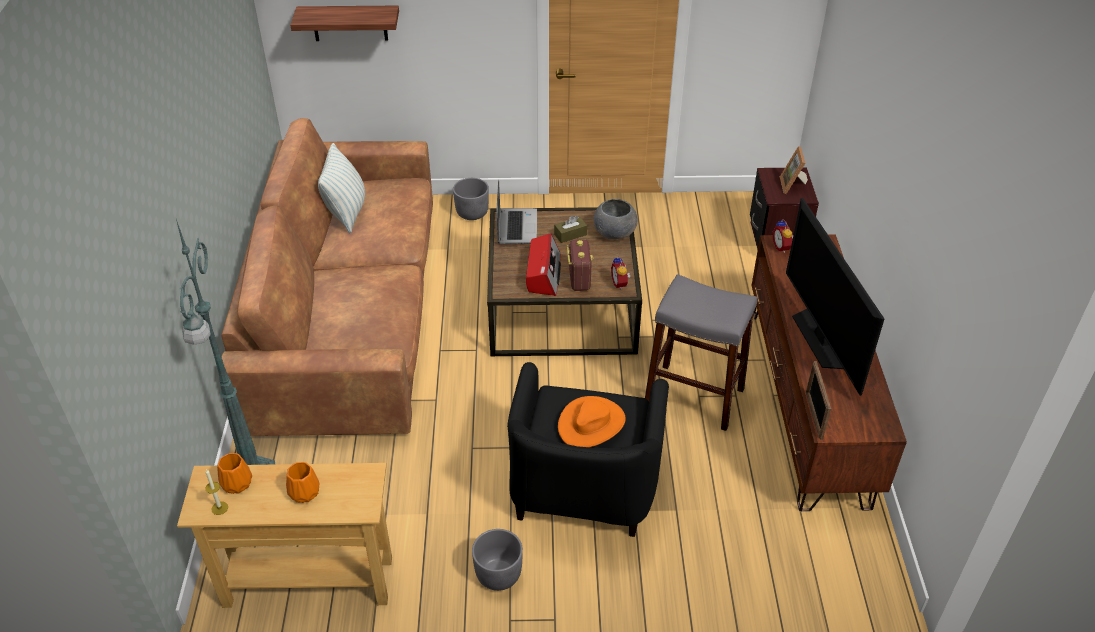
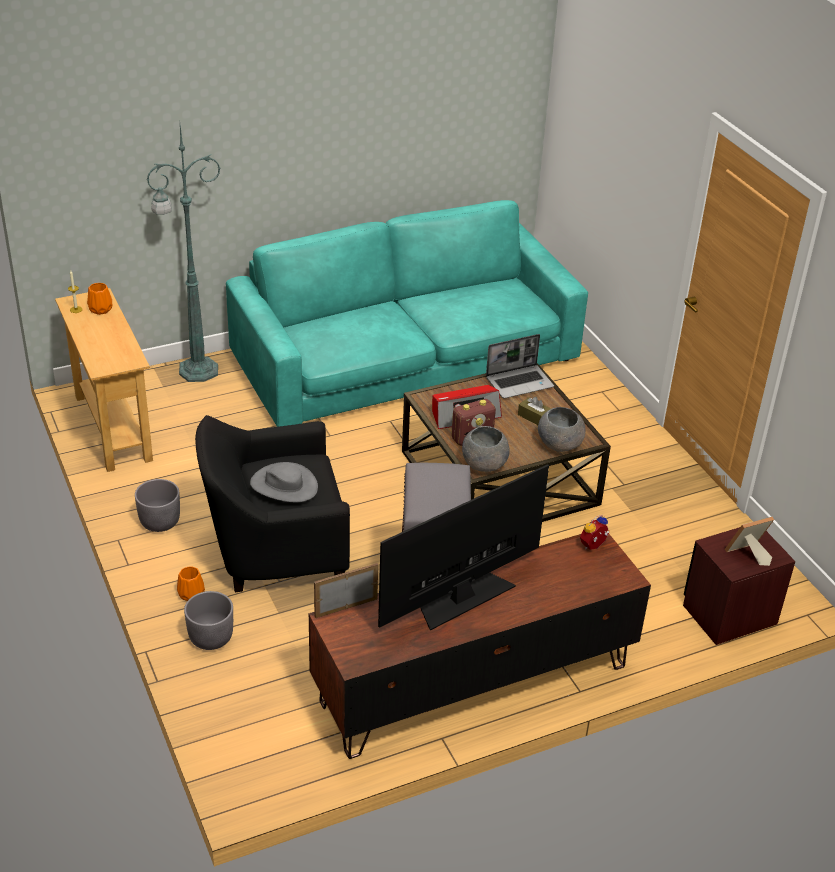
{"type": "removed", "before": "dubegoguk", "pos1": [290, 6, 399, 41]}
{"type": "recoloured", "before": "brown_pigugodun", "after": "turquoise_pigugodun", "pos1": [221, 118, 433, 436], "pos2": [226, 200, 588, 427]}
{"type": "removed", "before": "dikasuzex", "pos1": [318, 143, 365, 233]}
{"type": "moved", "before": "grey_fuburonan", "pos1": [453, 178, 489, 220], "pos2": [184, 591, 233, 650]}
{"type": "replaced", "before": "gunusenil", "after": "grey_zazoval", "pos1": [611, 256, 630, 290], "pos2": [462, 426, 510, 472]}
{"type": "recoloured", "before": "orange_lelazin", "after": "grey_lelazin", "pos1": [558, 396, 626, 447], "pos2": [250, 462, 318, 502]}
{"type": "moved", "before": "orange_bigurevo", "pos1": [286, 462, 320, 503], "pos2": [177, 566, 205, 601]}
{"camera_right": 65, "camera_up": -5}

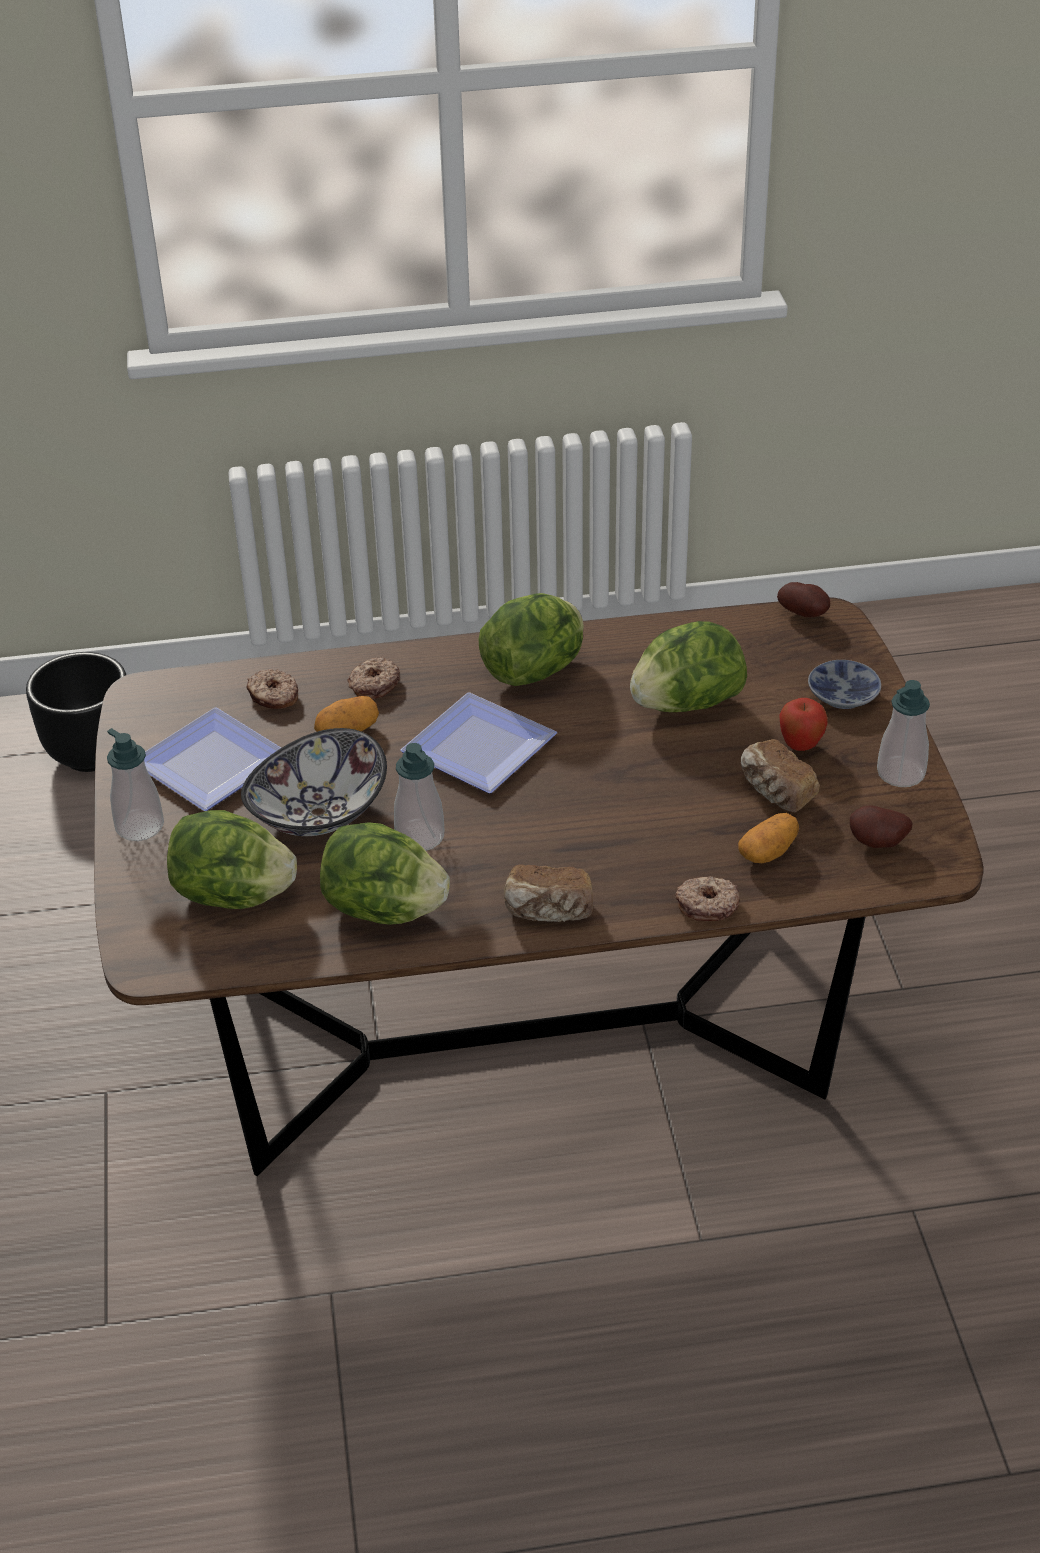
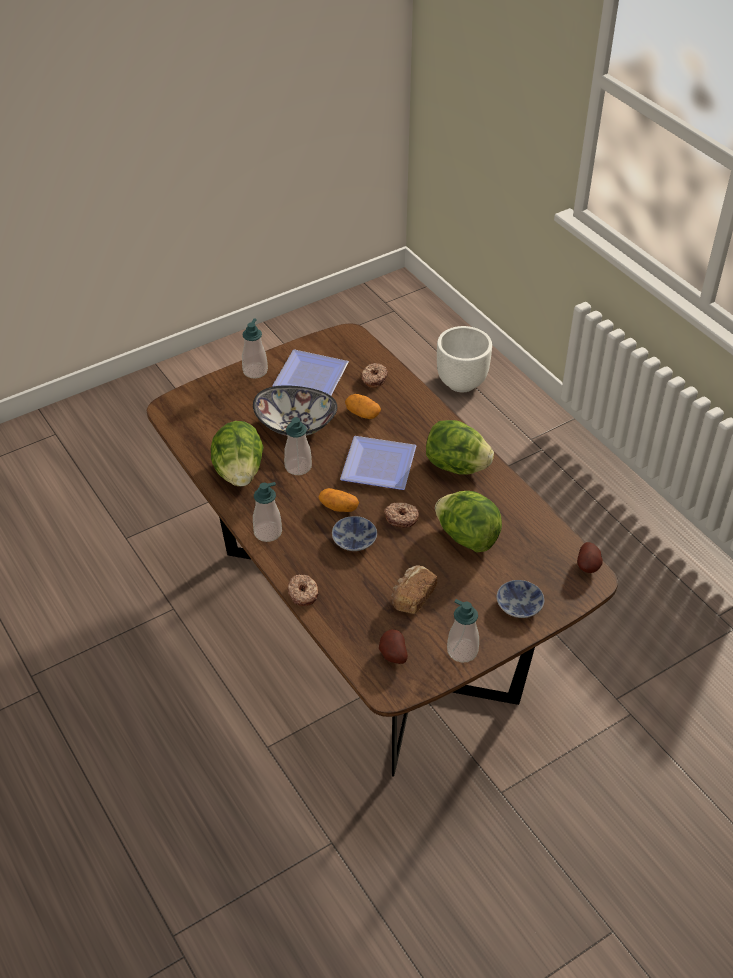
{"type": "recoloured", "before": "black_fuburonan", "after": "white_fuburonan", "pos1": [26, 652, 126, 772], "pos2": [437, 326, 492, 392]}
{"type": "moved", "before": "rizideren", "pos1": [348, 657, 400, 699], "pos2": [384, 502, 419, 528]}
{"type": "removed", "before": "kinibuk", "pos1": [780, 698, 828, 751]}
{"type": "removed", "before": "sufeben", "pos1": [167, 810, 297, 909]}
{"type": "moved", "before": "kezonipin", "pos1": [738, 813, 799, 863], "pos2": [319, 488, 359, 512]}
{"type": "replaced", "before": "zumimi", "after": "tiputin", "pos1": [504, 864, 593, 922], "pos2": [253, 482, 282, 542]}
{"type": "added", "after": "zazoval", "pos2": [332, 516, 377, 551]}
{"camera_right": 65, "camera_up": 5}

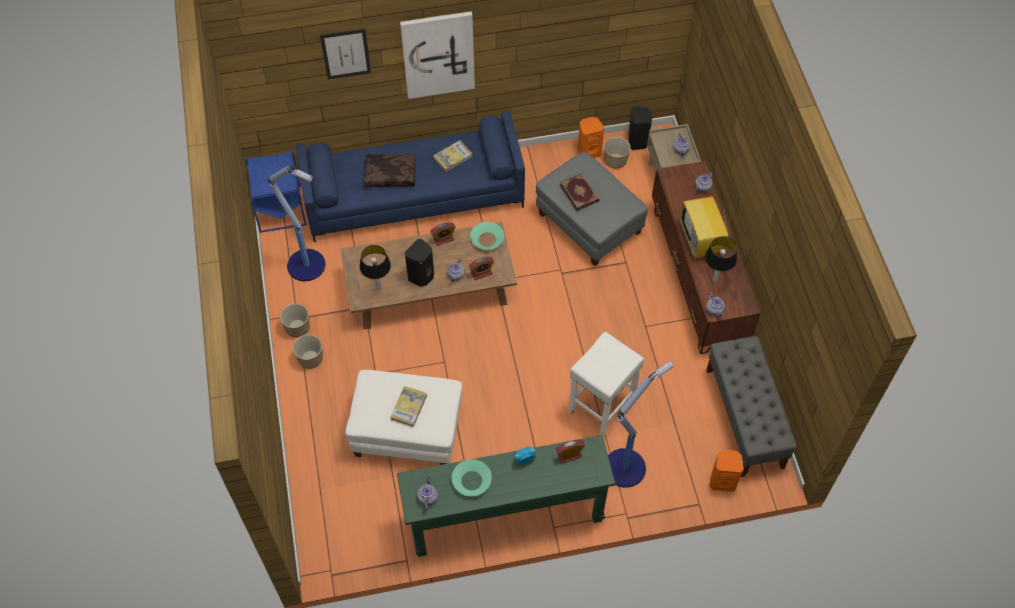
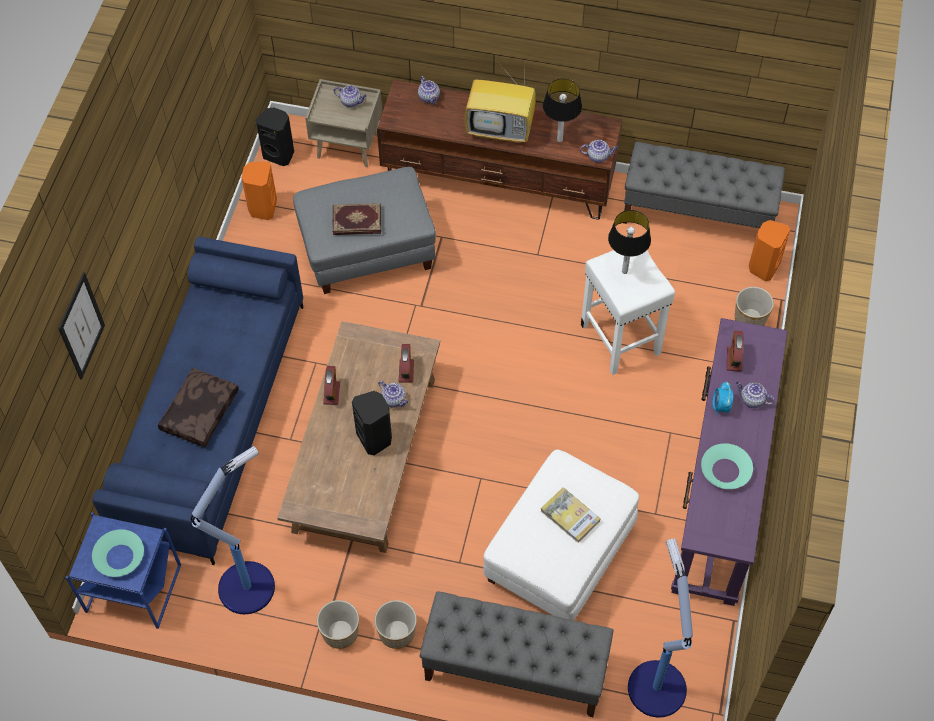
{"type": "removed", "before": "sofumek", "pos1": [400, 11, 475, 99]}
{"type": "moved", "before": "fuburonan", "pos1": [604, 137, 631, 169], "pos2": [735, 287, 774, 326]}
{"type": "removed", "before": "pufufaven", "pos1": [433, 140, 473, 172]}
{"type": "moved", "before": "turquoise_zazoval", "pos1": [470, 222, 504, 250], "pos2": [92, 529, 144, 577]}
{"type": "moved", "before": "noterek", "pos1": [360, 245, 391, 290], "pos2": [608, 210, 651, 274]}
{"type": "moved", "before": "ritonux", "pos1": [608, 361, 674, 488], "pos2": [628, 539, 693, 717]}
{"type": "recoloured", "before": "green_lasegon", "after": "purple_lasegon", "pos1": [397, 435, 615, 557], "pos2": [671, 318, 787, 606]}
{"type": "moved", "before": "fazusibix", "pos1": [417, 477, 438, 511], "pos2": [736, 382, 775, 408]}
{"type": "added", "after": "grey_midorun", "pos2": [420, 591, 614, 717]}
{"camera_right": -65, "camera_up": 0}

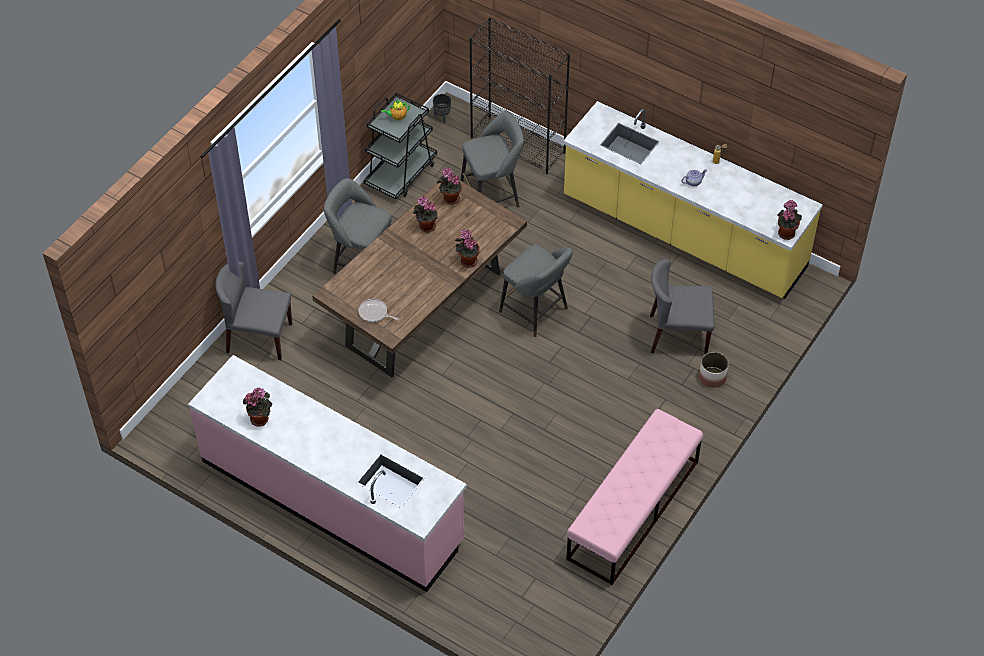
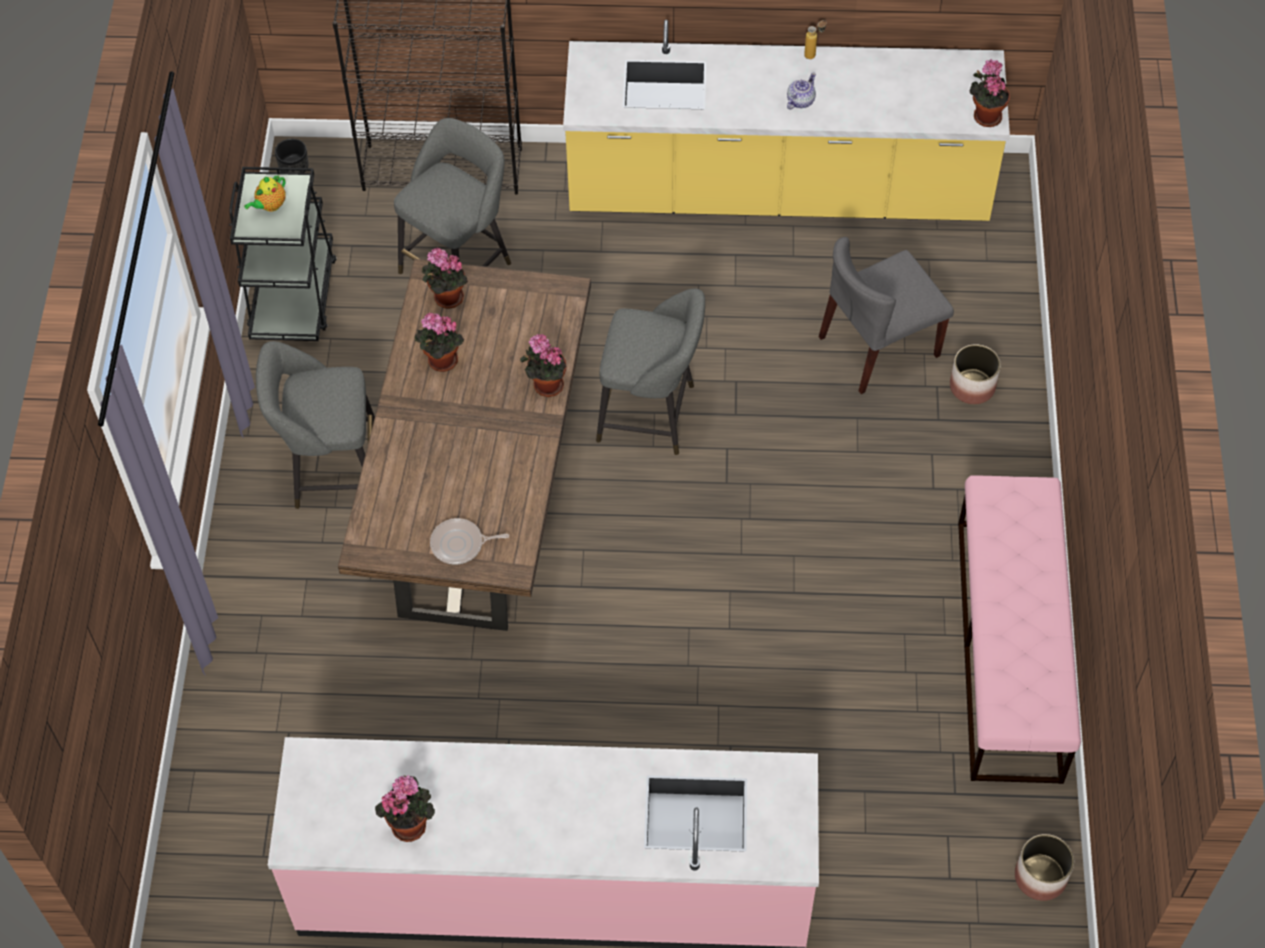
{"type": "removed", "before": "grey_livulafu", "pos1": [215, 262, 292, 360]}
{"type": "added", "after": "fuburonan", "pos2": [1015, 834, 1074, 901]}
{"camera_right": -30, "camera_up": 5}

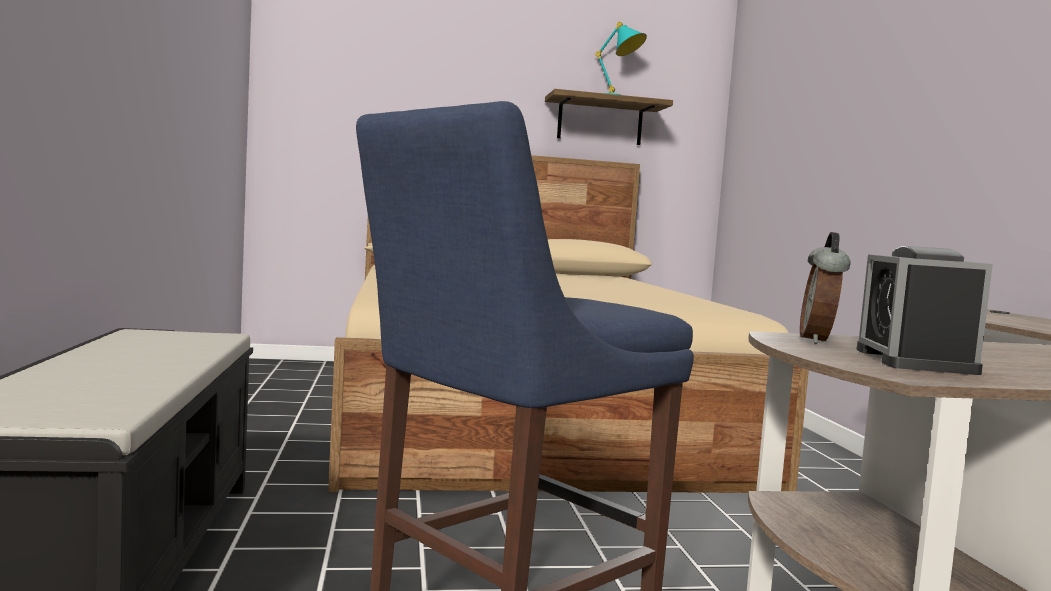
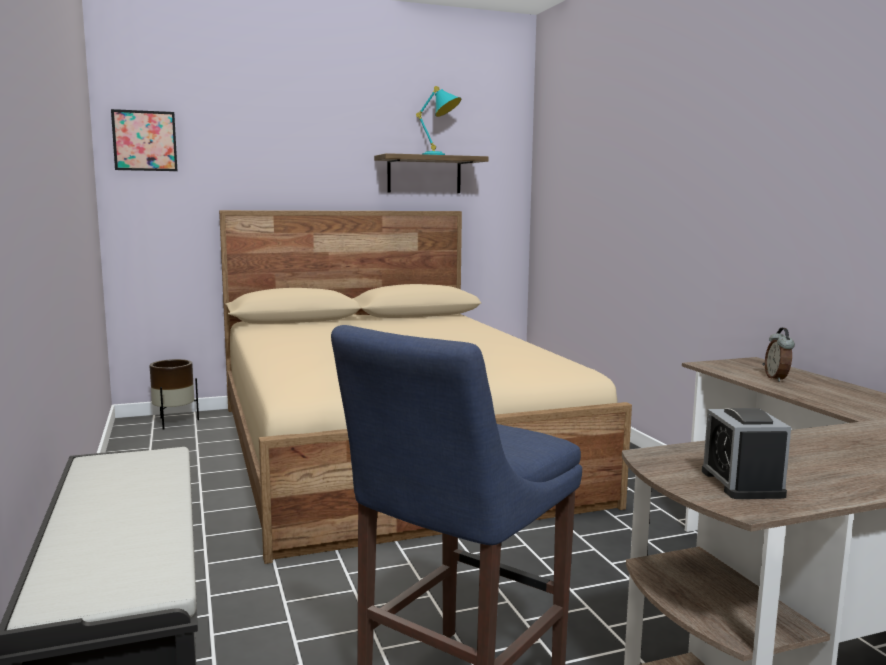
{"type": "moved", "before": "gunusenil", "pos1": [800, 232, 850, 344], "pos2": [765, 328, 795, 382]}
{"type": "added", "after": "sofumek", "pos2": [111, 109, 177, 171]}
{"type": "added", "after": "brown_fuburonan", "pos2": [150, 359, 199, 430]}
{"camera_right": -10, "camera_up": 5}

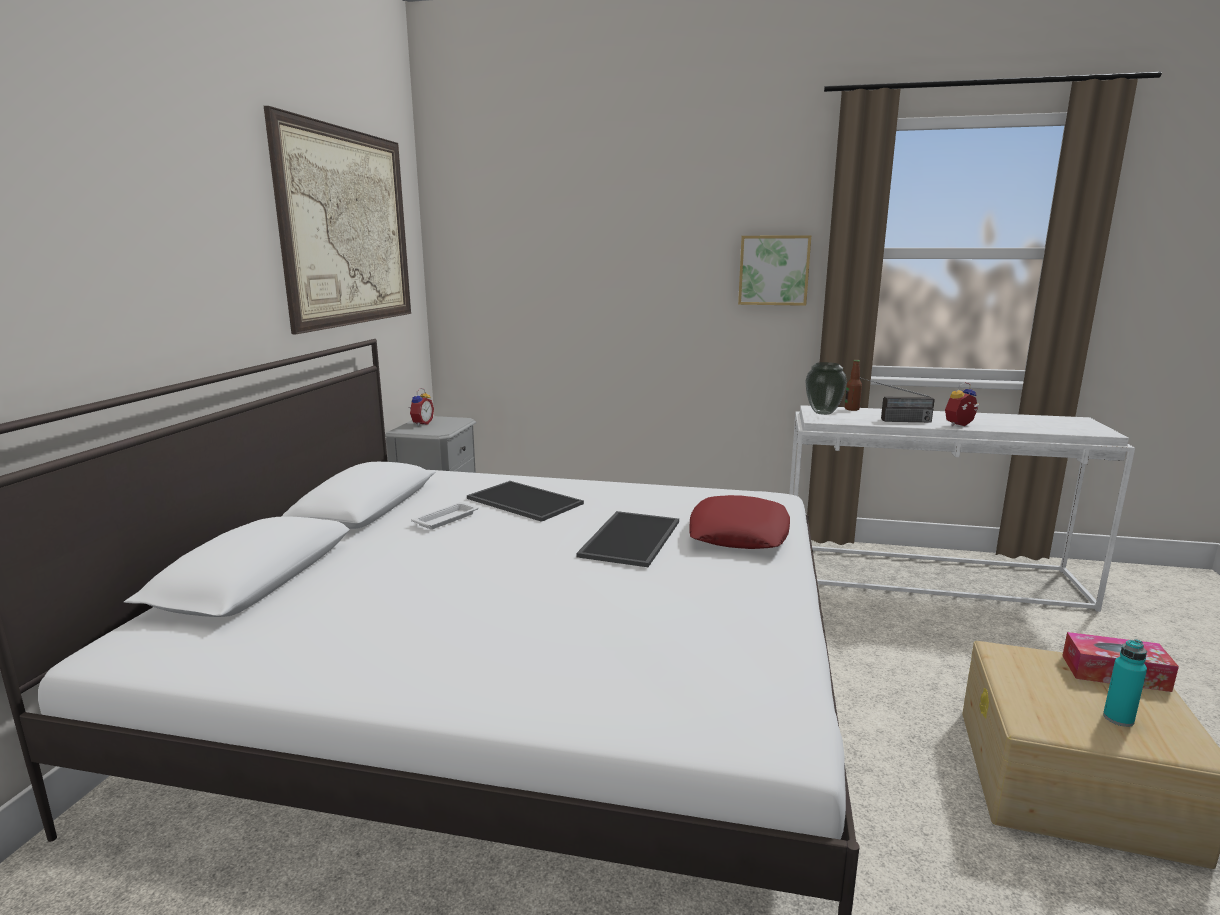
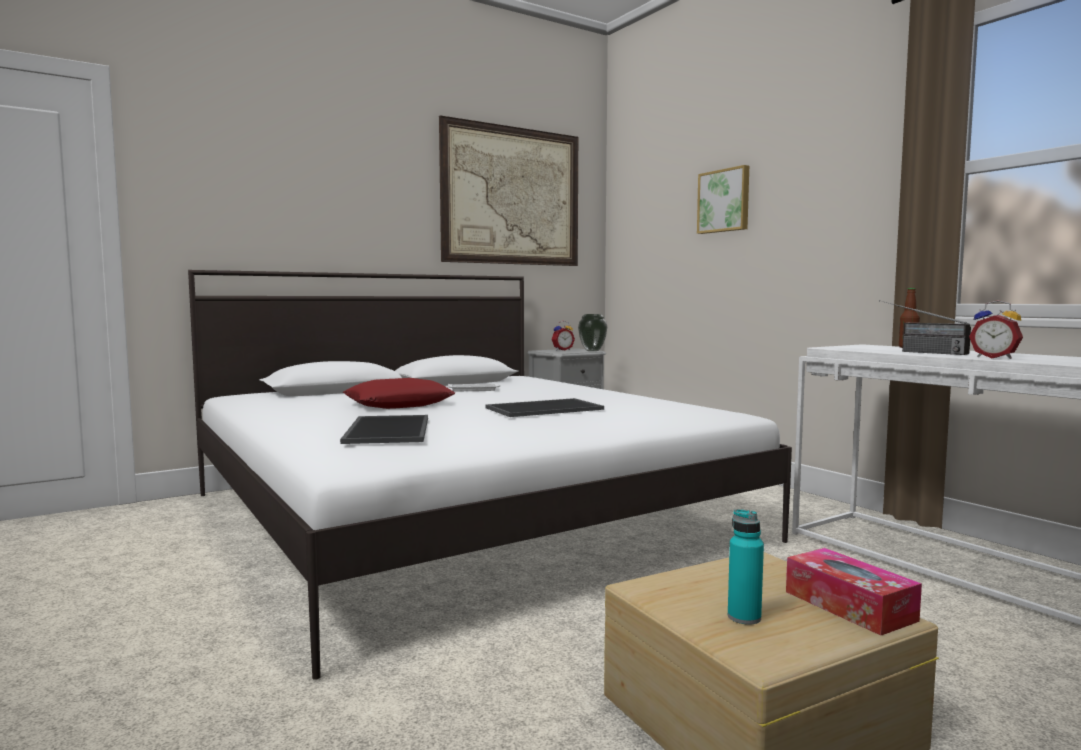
{"type": "moved", "before": "sofumek", "pos1": [738, 235, 811, 306], "pos2": [697, 165, 749, 234]}
{"type": "moved", "before": "bigurevo", "pos1": [805, 362, 847, 415], "pos2": [578, 314, 607, 351]}
{"type": "turned", "before": "gunusenil", "pos1": [945, 382, 980, 426], "pos2": [969, 300, 1023, 359], "turn": -150}
{"type": "moved", "before": "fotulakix", "pos1": [467, 481, 584, 522], "pos2": [340, 415, 428, 444]}
{"type": "moved", "before": "red_dikasuzex", "pos1": [689, 495, 790, 549], "pos2": [343, 378, 455, 409]}
{"camera_right": 45, "camera_up": -10}

